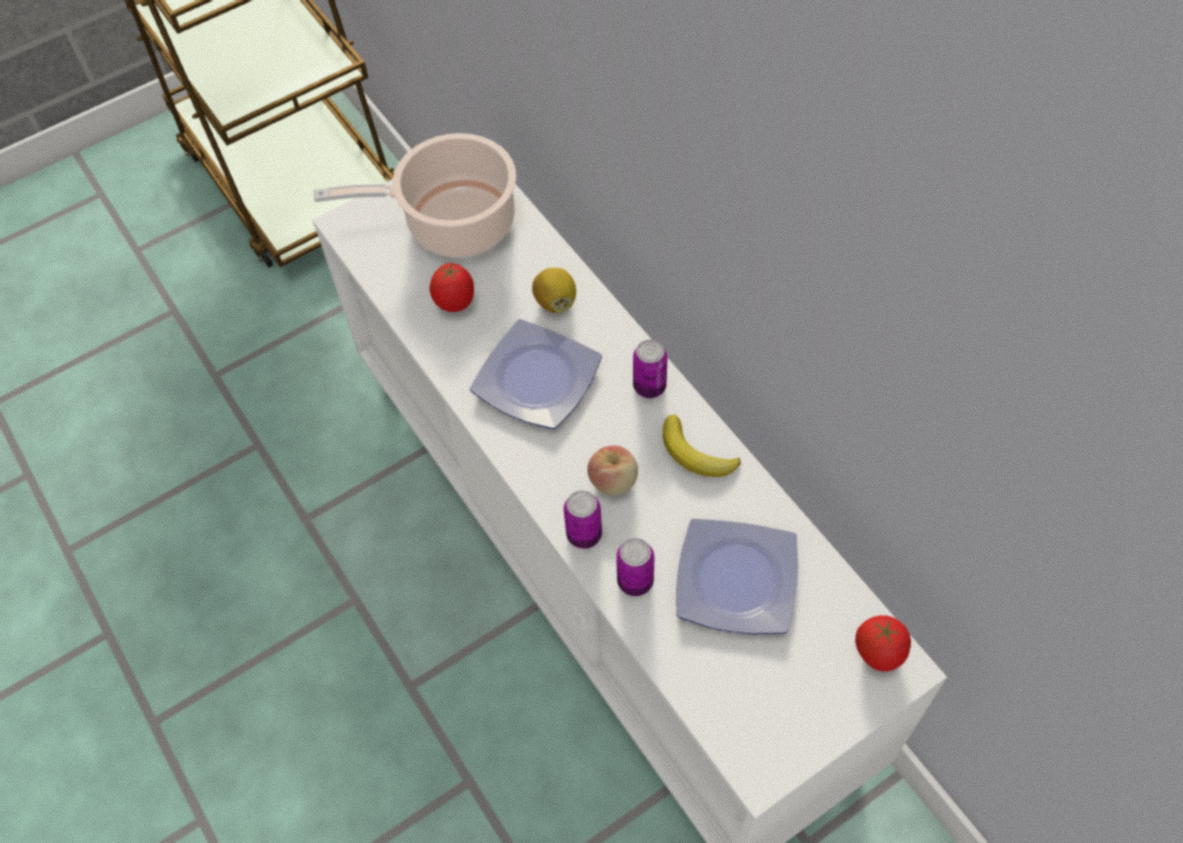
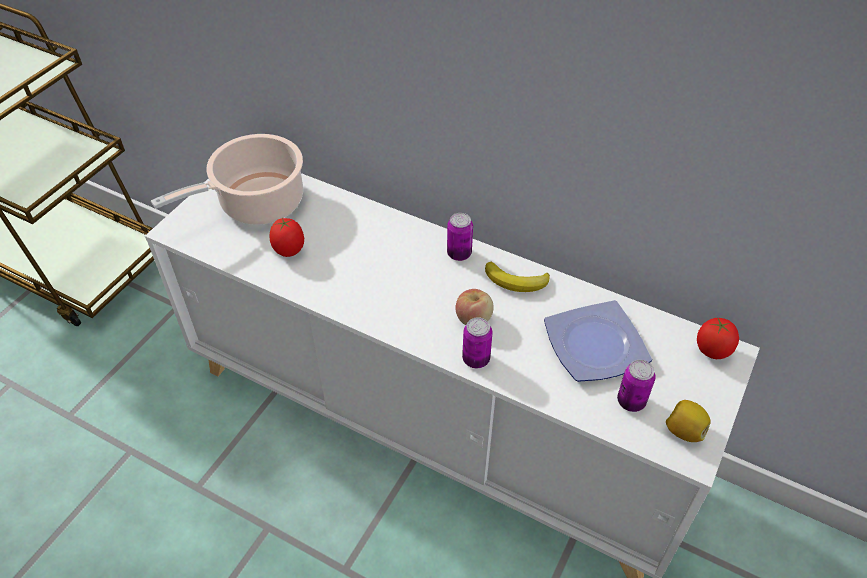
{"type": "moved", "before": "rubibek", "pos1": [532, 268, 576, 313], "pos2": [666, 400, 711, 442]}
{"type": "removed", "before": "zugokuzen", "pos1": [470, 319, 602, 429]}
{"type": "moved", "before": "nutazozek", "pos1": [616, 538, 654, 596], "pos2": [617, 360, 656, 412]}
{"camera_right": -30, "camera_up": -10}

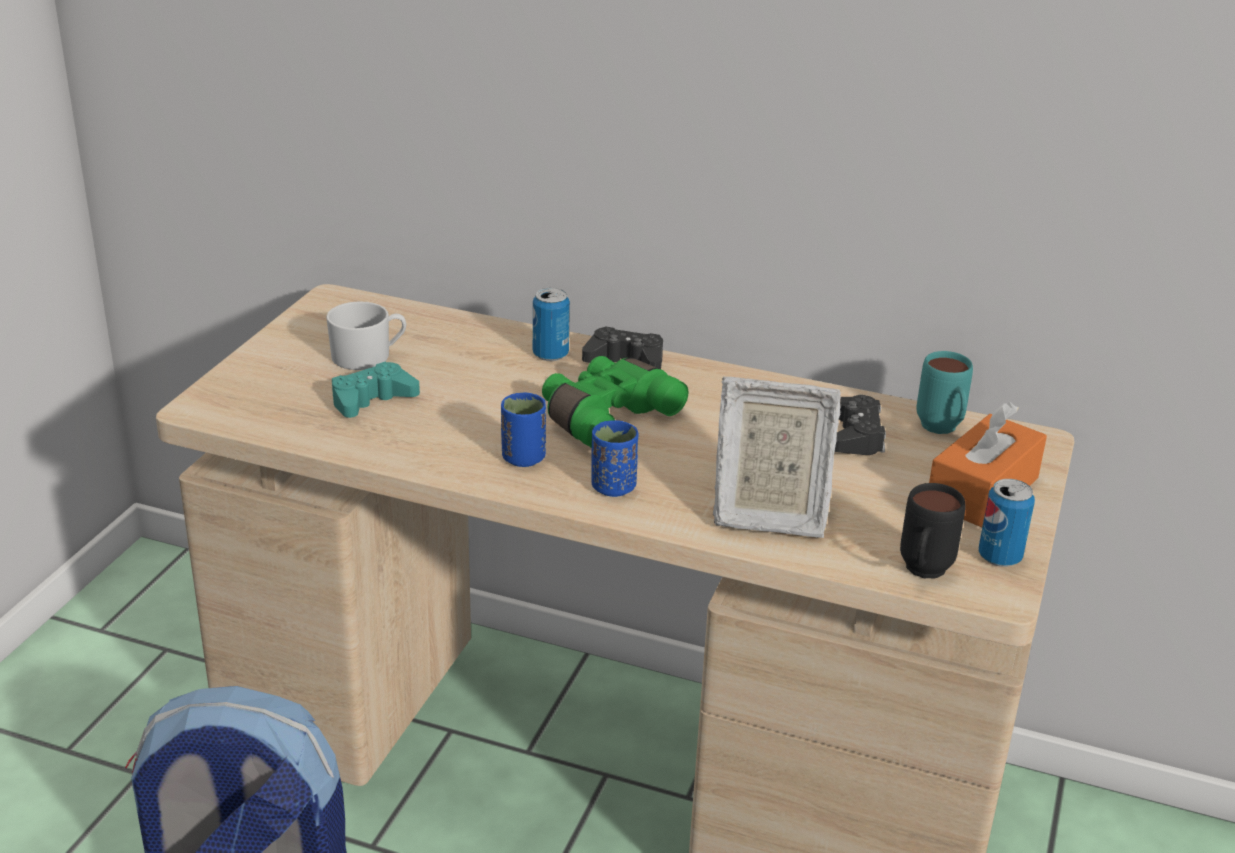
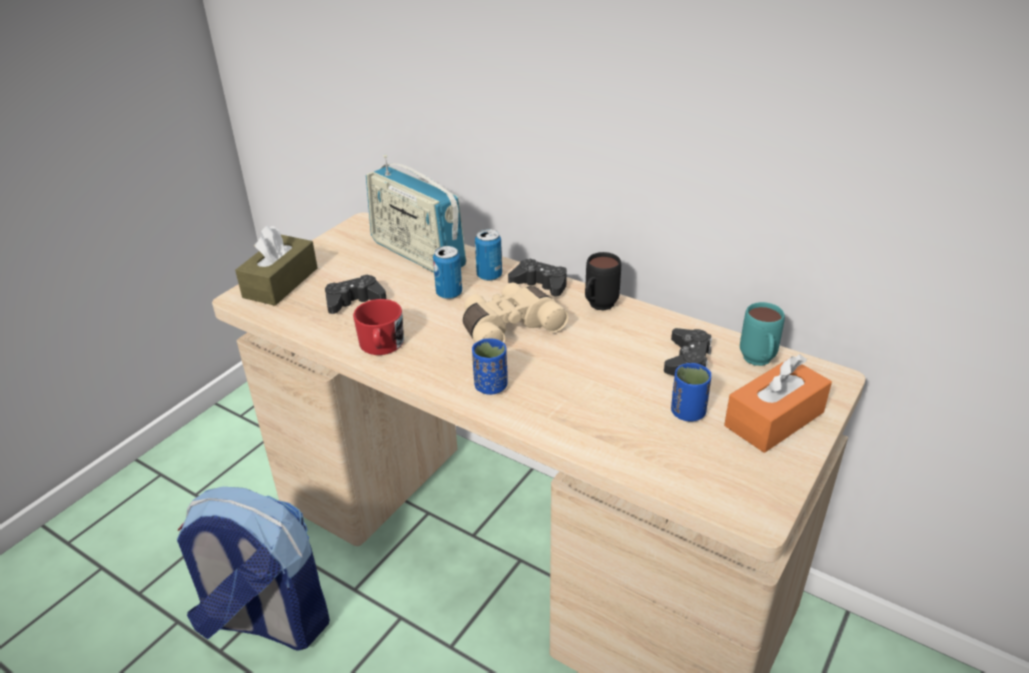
{"type": "removed", "before": "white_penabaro", "pos1": [326, 301, 406, 370]}
{"type": "recoloured", "before": "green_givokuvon", "after": "beige_givokuvon", "pos1": [542, 356, 688, 448], "pos2": [462, 283, 568, 343]}
{"type": "recoloured", "before": "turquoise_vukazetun", "after": "black_vukazetun", "pos1": [332, 362, 420, 418], "pos2": [325, 274, 386, 314]}
{"type": "removed", "before": "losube", "pos1": [713, 377, 841, 538]}
{"type": "moved", "before": "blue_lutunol", "pos1": [501, 392, 546, 467], "pos2": [671, 363, 711, 422]}
{"type": "moved", "before": "nutazozek", "pos1": [979, 479, 1035, 567], "pos2": [433, 246, 462, 299]}
{"type": "moved", "before": "black_penabaro", "pos1": [900, 483, 965, 579], "pos2": [585, 252, 621, 311]}
{"type": "added", "after": "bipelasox", "pos2": [366, 155, 466, 272]}
{"type": "added", "after": "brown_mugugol", "pos2": [235, 225, 318, 306]}
{"type": "added", "after": "red_penabaro", "pos2": [353, 299, 404, 355]}
{"camera_right": 15, "camera_up": 5}

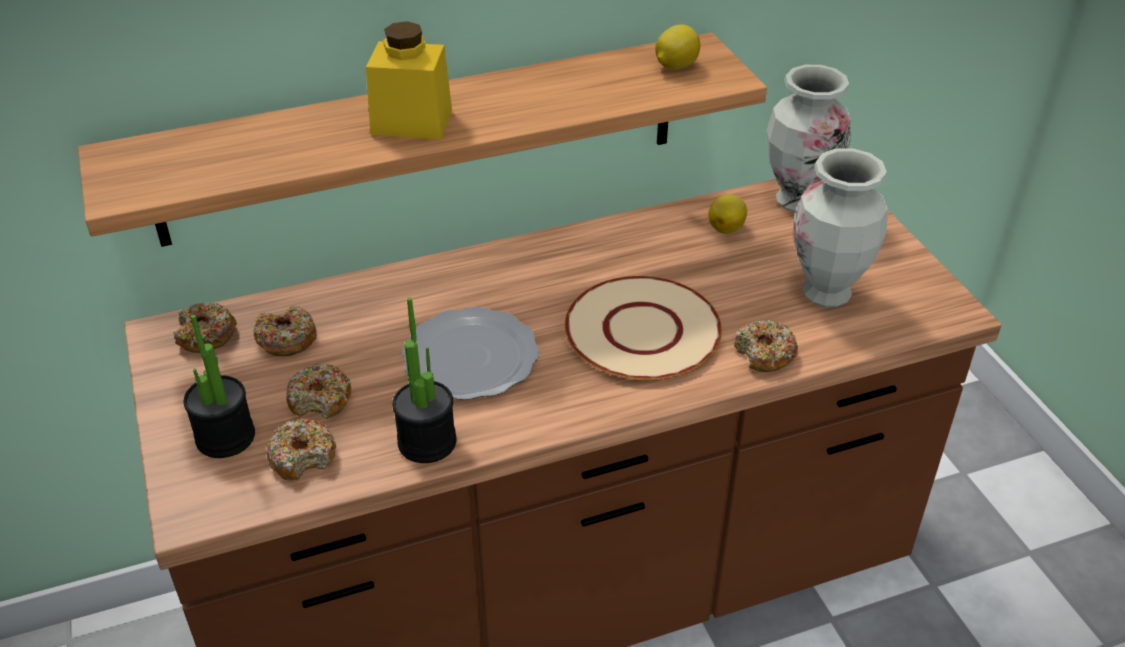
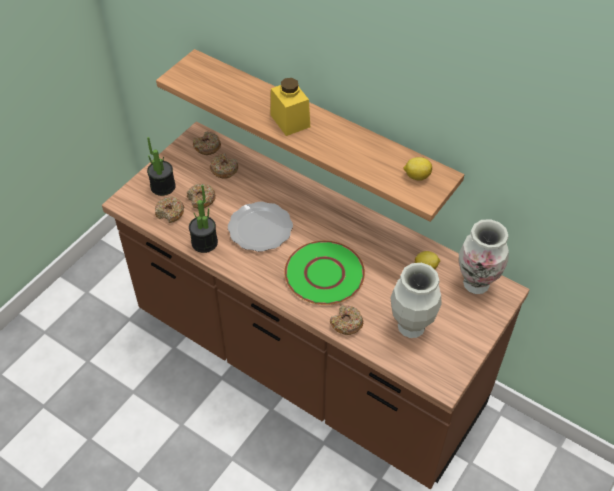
{"type": "recoloured", "before": "beige_zugokuzen", "after": "green_zugokuzen", "pos1": [564, 276, 722, 380], "pos2": [284, 241, 365, 305]}
{"camera_right": 55, "camera_up": 10}

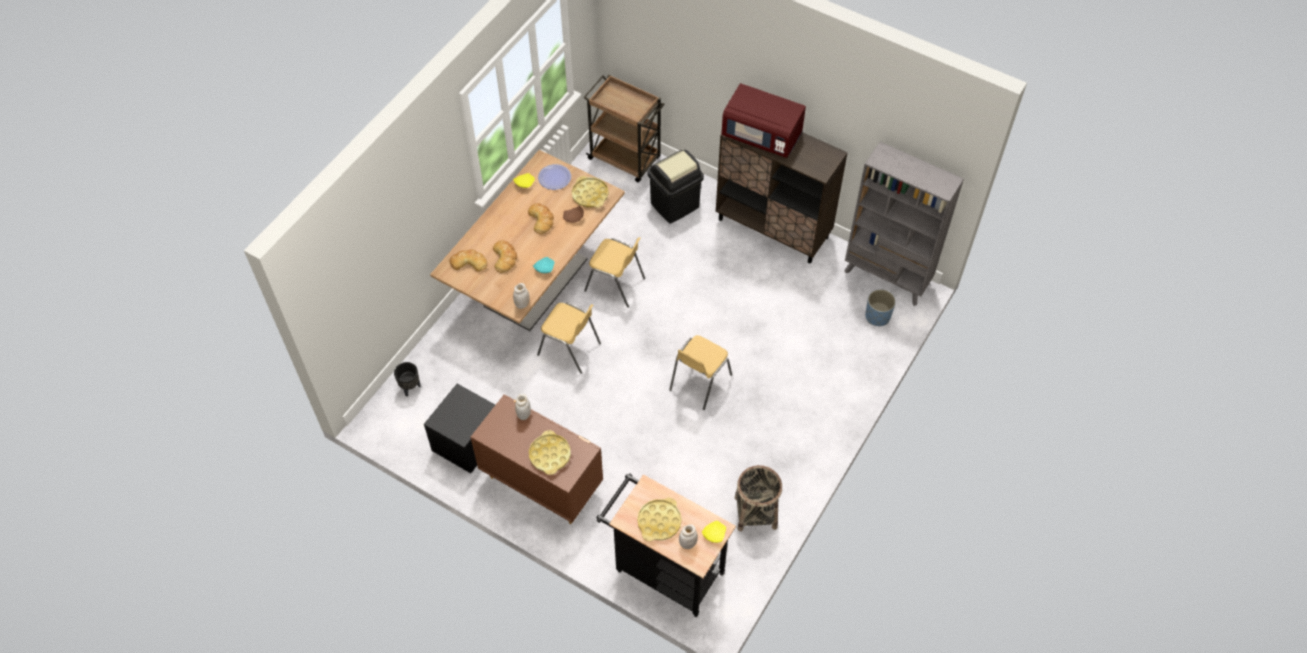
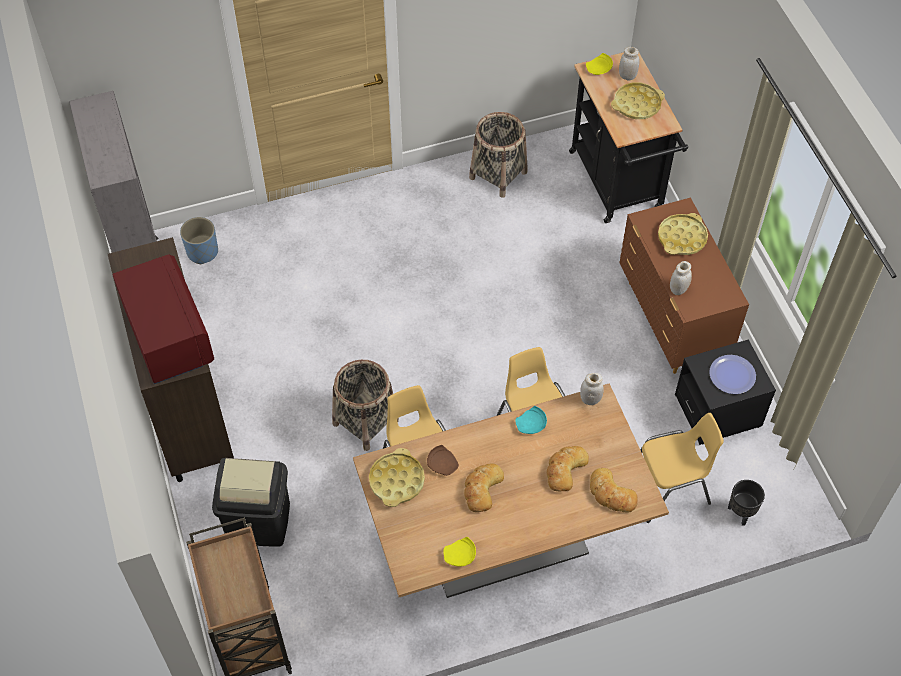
{"type": "moved", "before": "zugokuzen", "pos1": [538, 164, 571, 190], "pos2": [709, 355, 756, 394]}
{"type": "moved", "before": "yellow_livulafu", "pos1": [669, 335, 732, 410], "pos2": [641, 413, 724, 523]}
{"type": "added", "after": "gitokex", "pos2": [332, 360, 399, 451]}
{"camera_right": -140, "camera_up": 0}

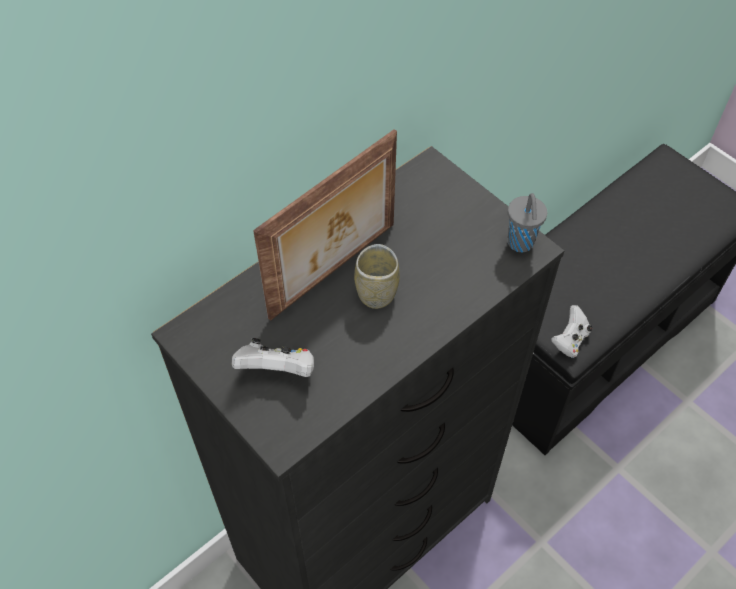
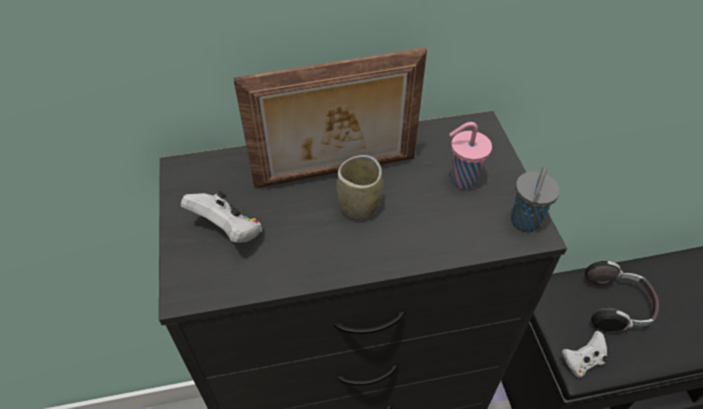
{"type": "added", "after": "pink_lutunol", "pos2": [449, 122, 492, 189]}
{"type": "added", "after": "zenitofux", "pos2": [585, 261, 659, 332]}
{"camera_right": 30, "camera_up": -5}

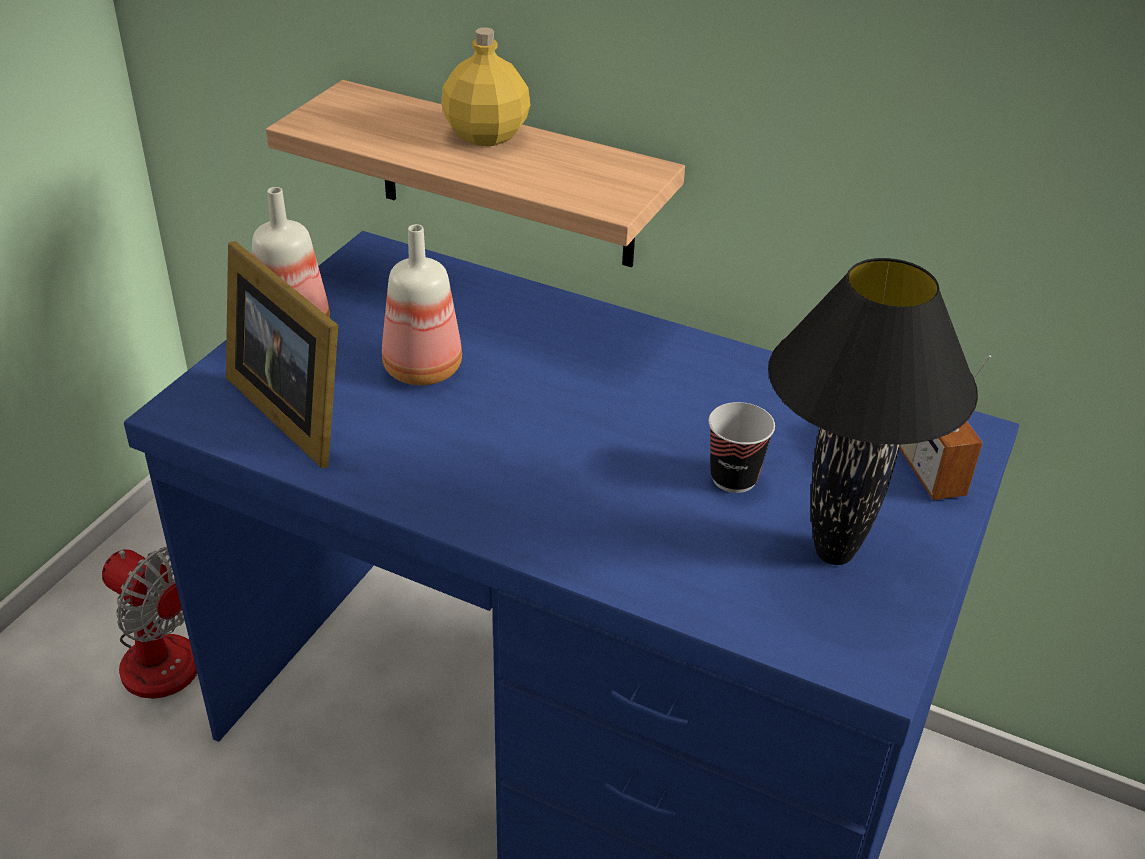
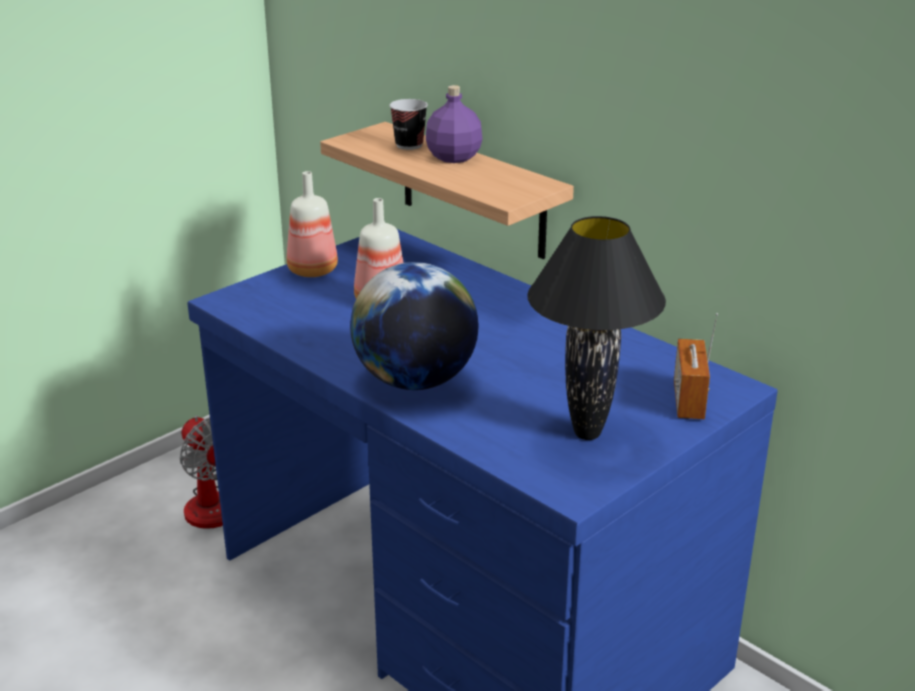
{"type": "recoloured", "before": "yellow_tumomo", "after": "purple_tumomo", "pos1": [441, 28, 530, 146], "pos2": [426, 85, 482, 163]}
{"type": "removed", "before": "losube", "pos1": [226, 241, 338, 468]}
{"type": "moved", "before": "lutunol", "pos1": [709, 402, 775, 493], "pos2": [389, 99, 428, 150]}
{"type": "added", "after": "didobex", "pos2": [350, 262, 479, 390]}
{"camera_right": 20, "camera_up": -10}

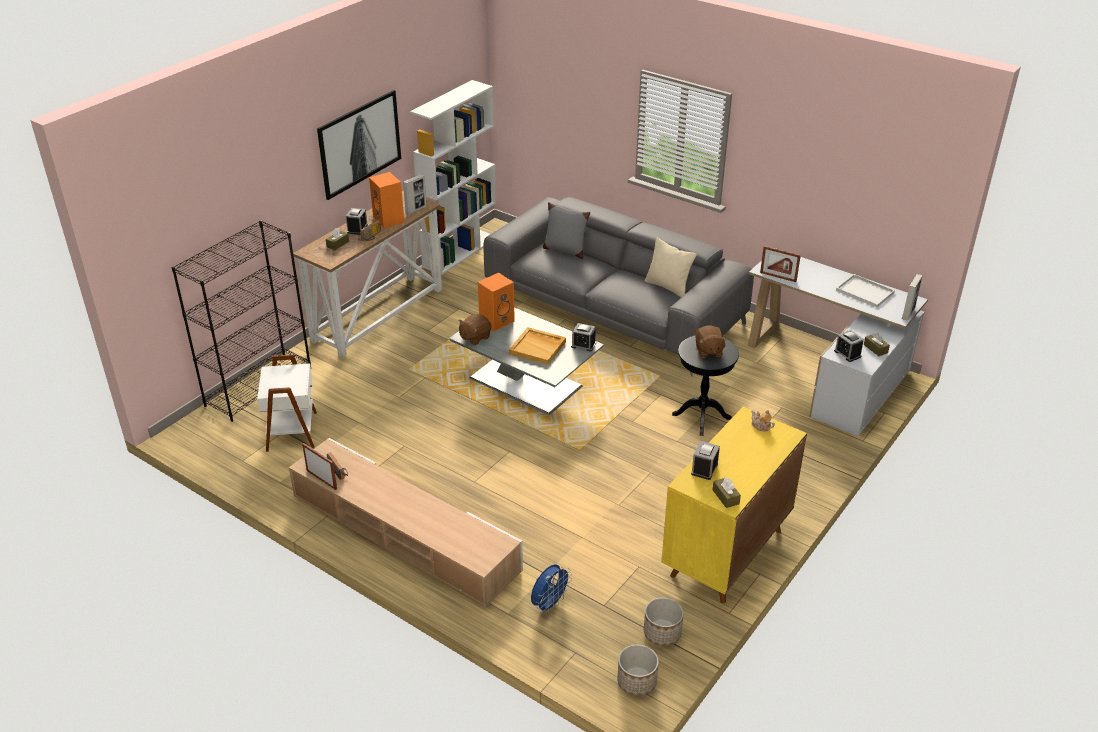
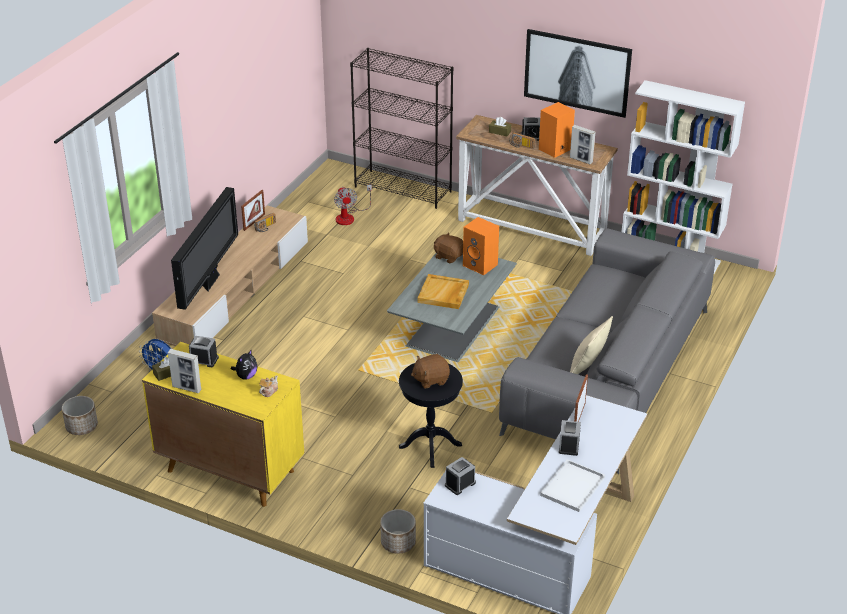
{"type": "removed", "before": "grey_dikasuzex", "pos1": [543, 202, 590, 259]}
{"type": "moved", "before": "losube", "pos1": [902, 274, 922, 320], "pos2": [168, 349, 201, 393]}
{"type": "moved", "before": "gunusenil", "pos1": [571, 323, 596, 352], "pos2": [559, 420, 581, 456]}
{"type": "removed", "before": "brown_mugugol", "pos1": [864, 333, 890, 356]}
{"type": "replaced", "before": "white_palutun", "after": "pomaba", "pos1": [257, 354, 317, 452], "pos2": [334, 184, 372, 225]}
{"type": "moved", "before": "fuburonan", "pos1": [644, 597, 684, 646], "pos2": [380, 509, 416, 554]}
{"type": "added", "after": "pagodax", "pos2": [171, 187, 238, 310]}
{"type": "added", "after": "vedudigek", "pos2": [231, 349, 258, 380]}
{"camera_right": 80, "camera_up": 0}

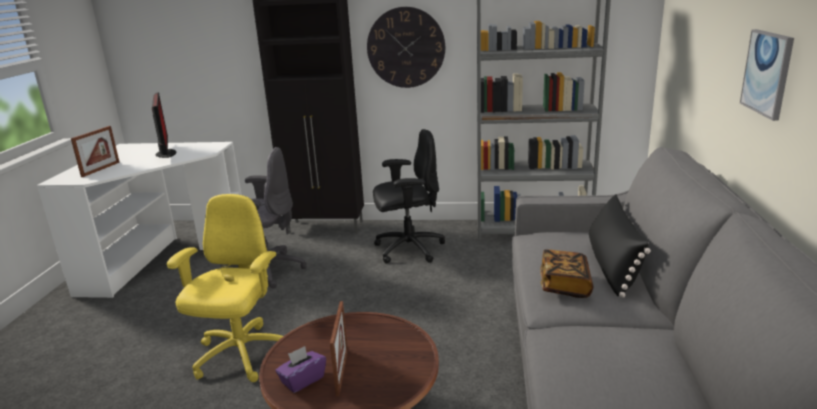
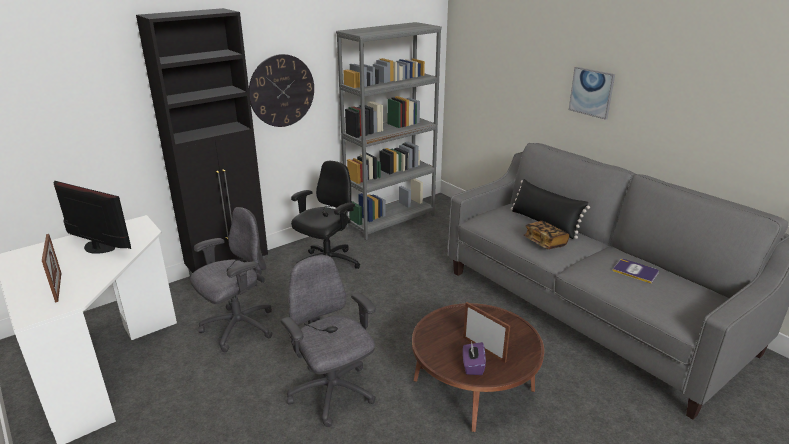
{"type": "recoloured", "before": "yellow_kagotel", "after": "grey_kagotel", "pos1": [167, 194, 283, 382], "pos2": [281, 255, 376, 427]}
{"type": "added", "after": "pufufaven", "pos2": [612, 259, 659, 284]}
{"camera_right": -45, "camera_up": 5}

